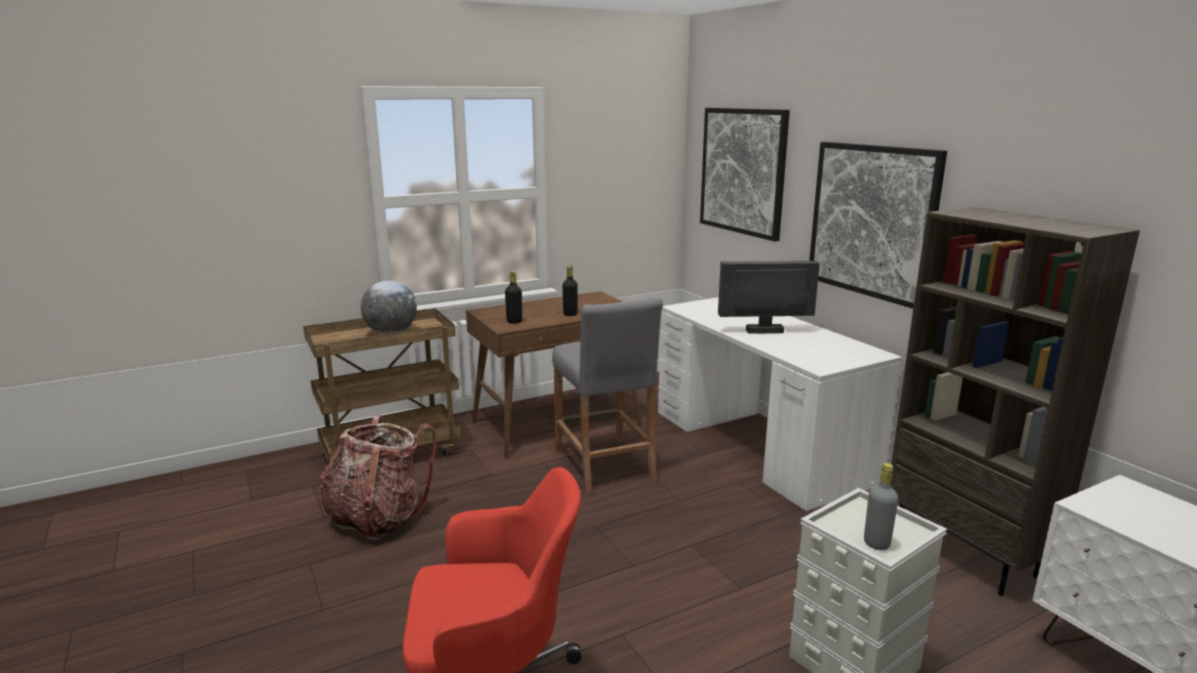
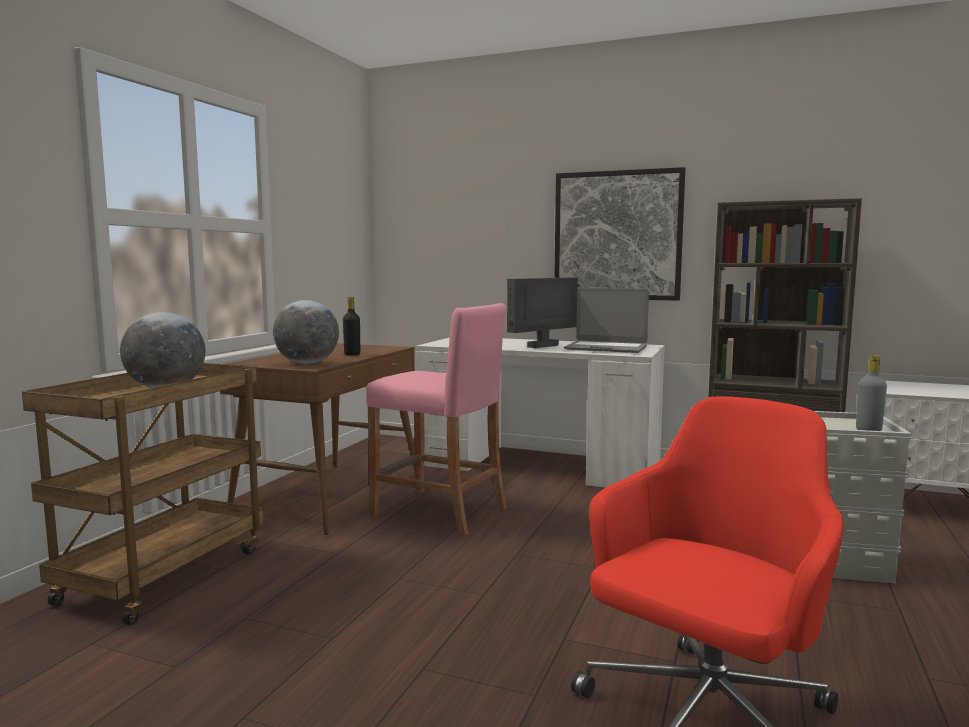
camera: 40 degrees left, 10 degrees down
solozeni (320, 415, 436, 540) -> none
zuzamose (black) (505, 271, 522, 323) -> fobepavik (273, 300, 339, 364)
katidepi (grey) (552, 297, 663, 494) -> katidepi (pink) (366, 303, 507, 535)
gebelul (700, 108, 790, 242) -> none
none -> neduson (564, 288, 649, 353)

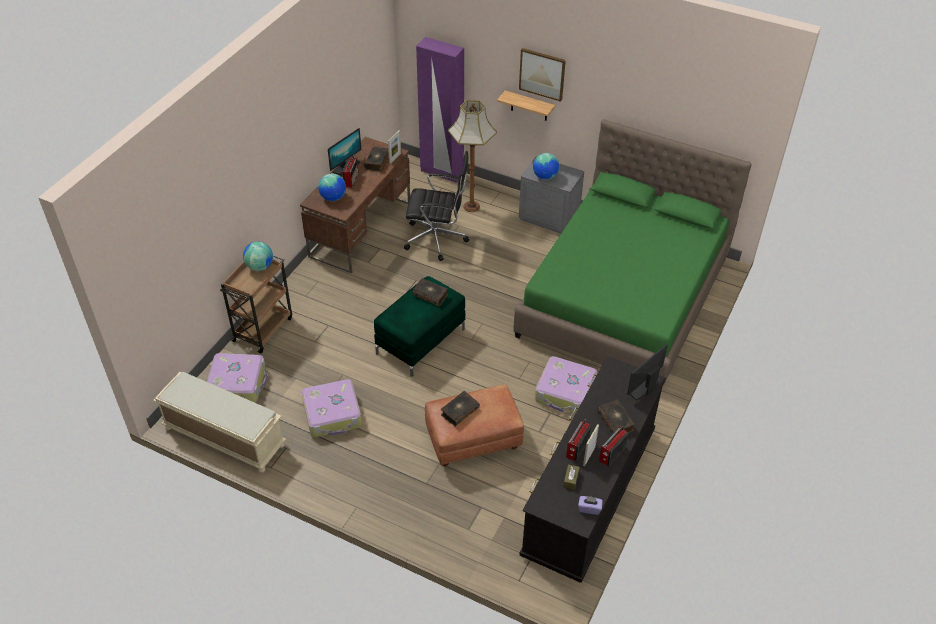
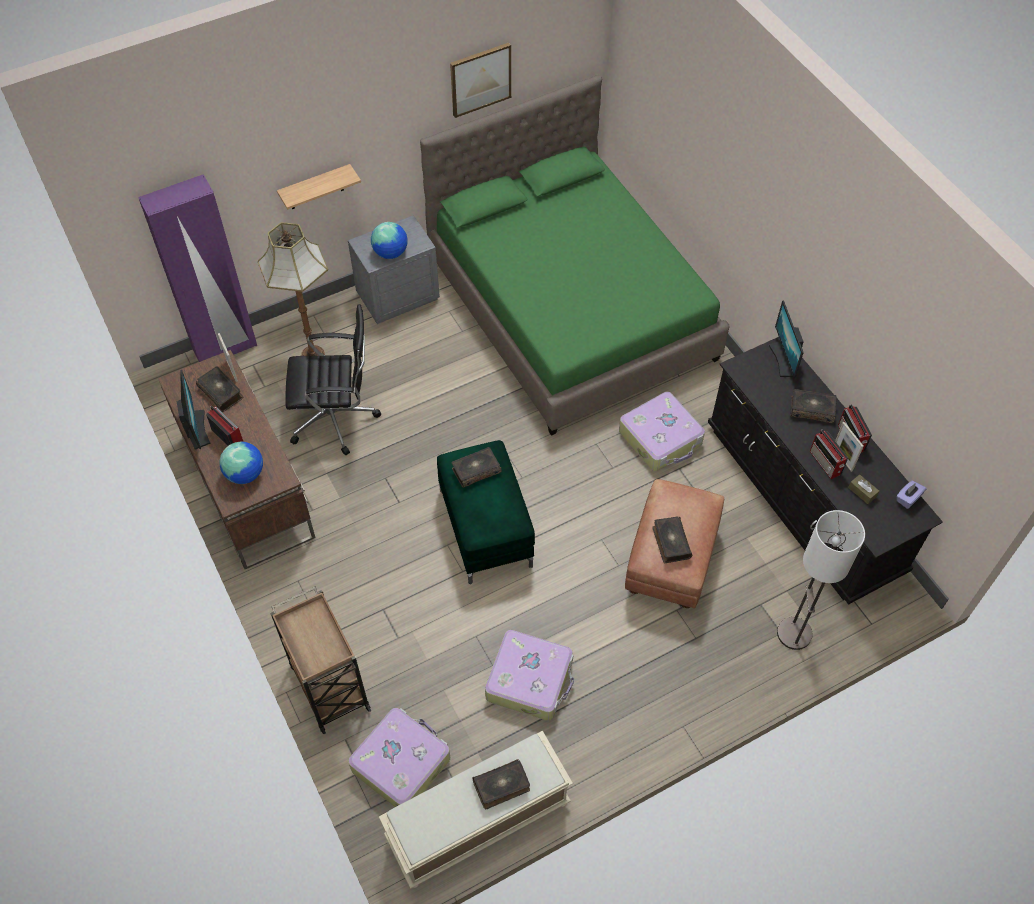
camera: 55 degrees left, 10 degrees up
fobepavik (243, 242, 273, 271) -> none
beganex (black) (404, 151, 469, 261) -> beganex (black) (286, 304, 381, 455), 45 degrees clockwise
gebelul (519, 48, 566, 102) -> gebelul (450, 43, 511, 118), shifted
none -> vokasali (472, 759, 530, 809)
none -> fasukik (777, 510, 865, 650)

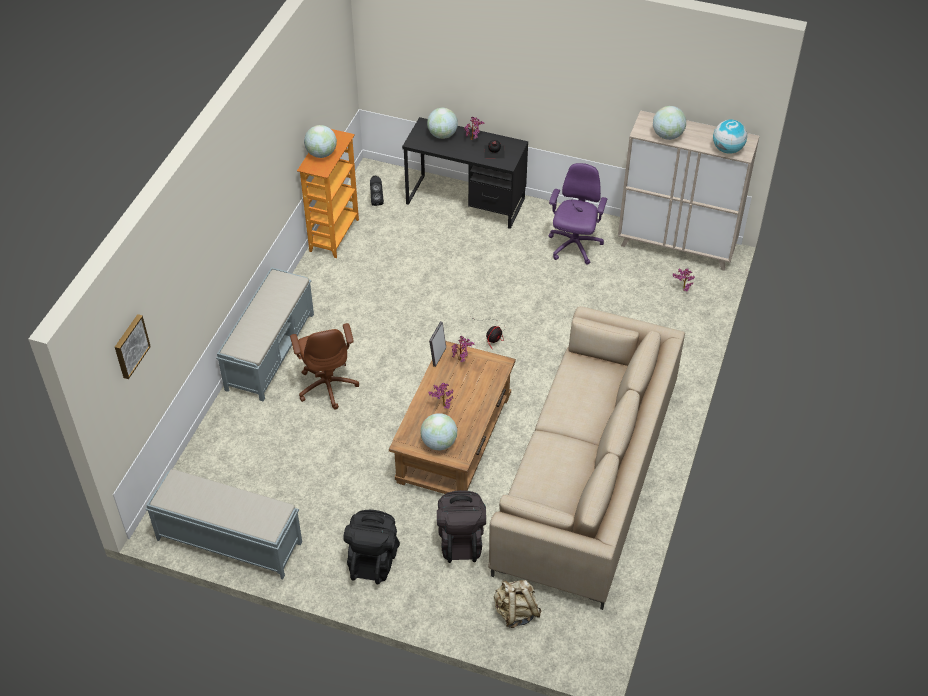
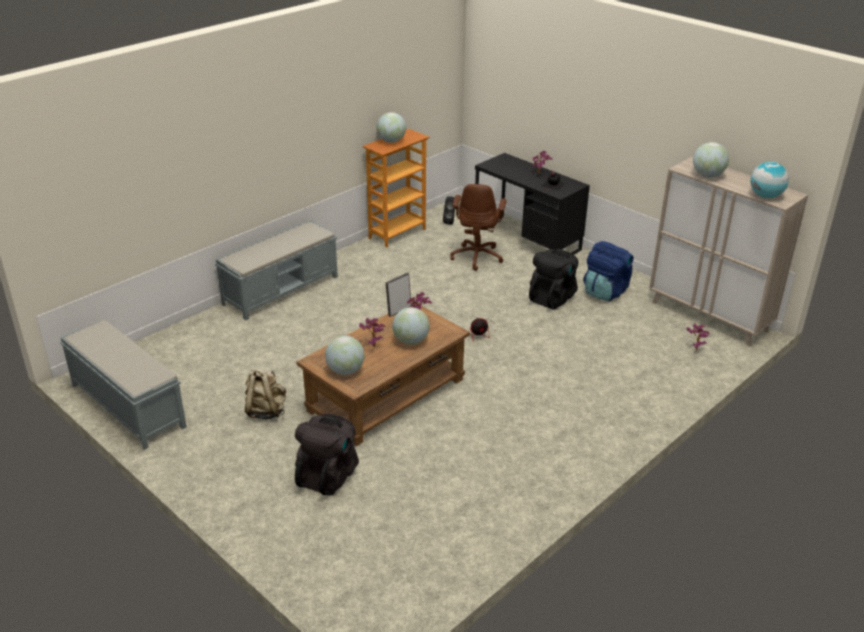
camera: 25 degrees right, 15 degrees down
gebelul (115, 314, 151, 379) -> none
beganex (brown) (290, 323, 359, 409) -> beganex (brown) (450, 184, 507, 271), shifted
solozeni (black) (343, 510, 400, 584) -> solozeni (black) (529, 249, 578, 310), shifted
fobepavik (427, 108, 458, 139) -> fobepavik (392, 307, 430, 345), shifted
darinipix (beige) (488, 306, 685, 610) -> none
solozeni (beige) (494, 579, 541, 628) -> solozeni (beige) (245, 369, 286, 419), shifted
beganex (purple) (549, 163, 607, 265) -> solozeni (blue) (583, 241, 634, 301)

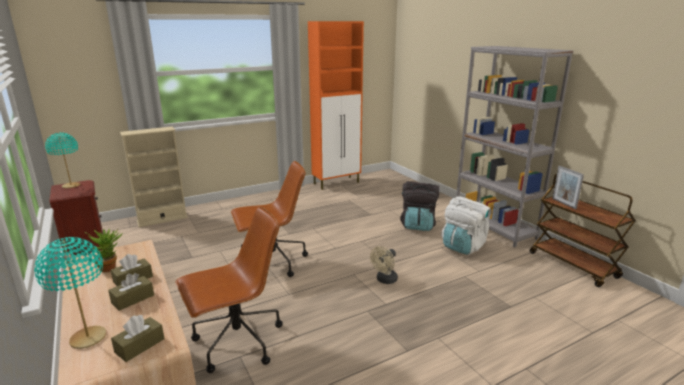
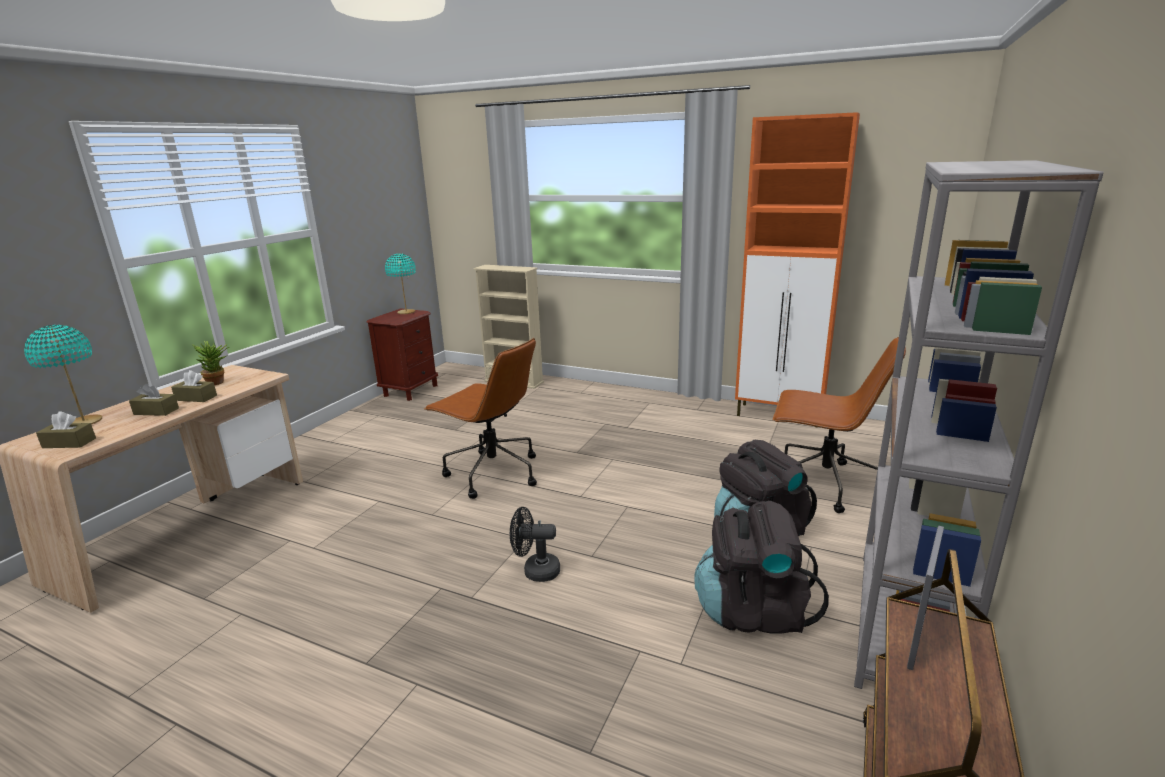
camera: 55 degrees right, 0 degrees up
beganex (brown) (175, 207, 282, 373) -> beganex (brown) (773, 337, 906, 513), shifted
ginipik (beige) (370, 246, 398, 284) -> ginipik (black) (510, 507, 560, 582)
solozeni (white) (441, 196, 492, 255) -> solozeni (black) (694, 501, 829, 633)

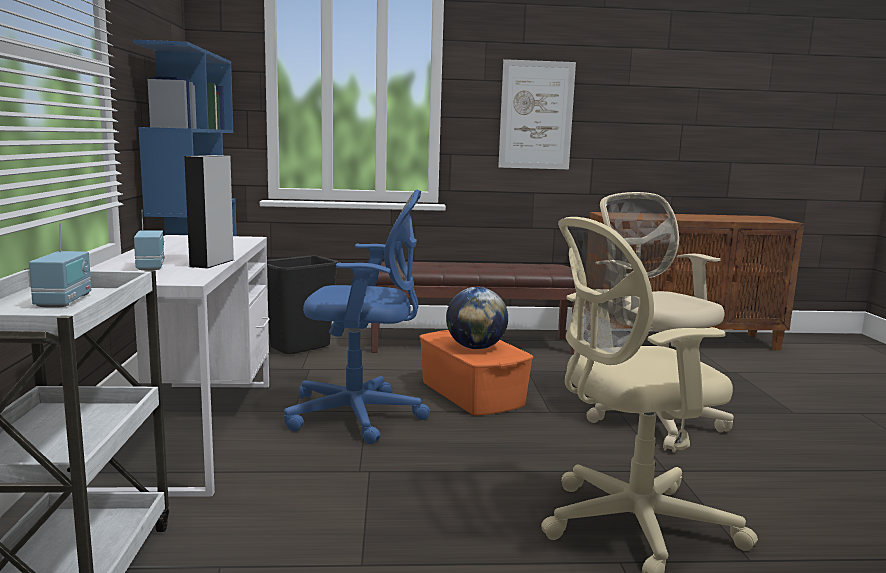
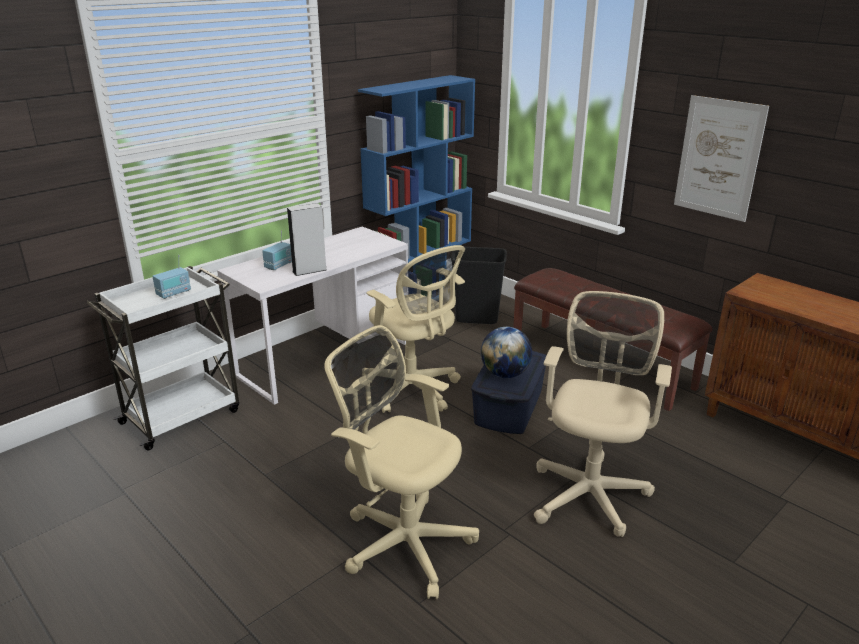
camera: 50 degrees right, 15 degrees up
beganex (blue) (284, 189, 430, 444) -> beganex (beige) (364, 245, 465, 413)
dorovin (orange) (419, 330, 534, 416) -> dorovin (blue) (471, 351, 547, 434)

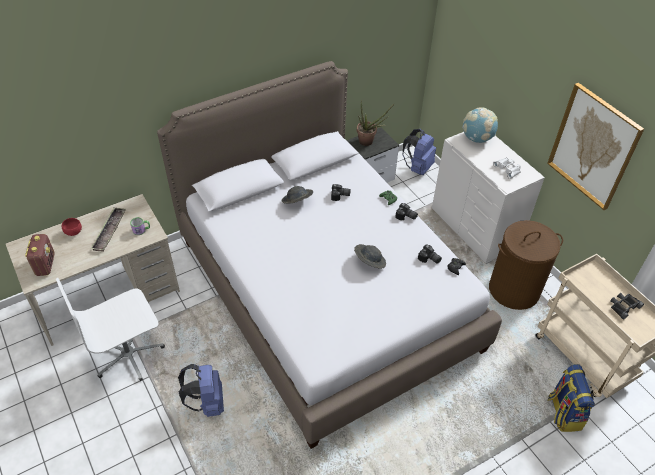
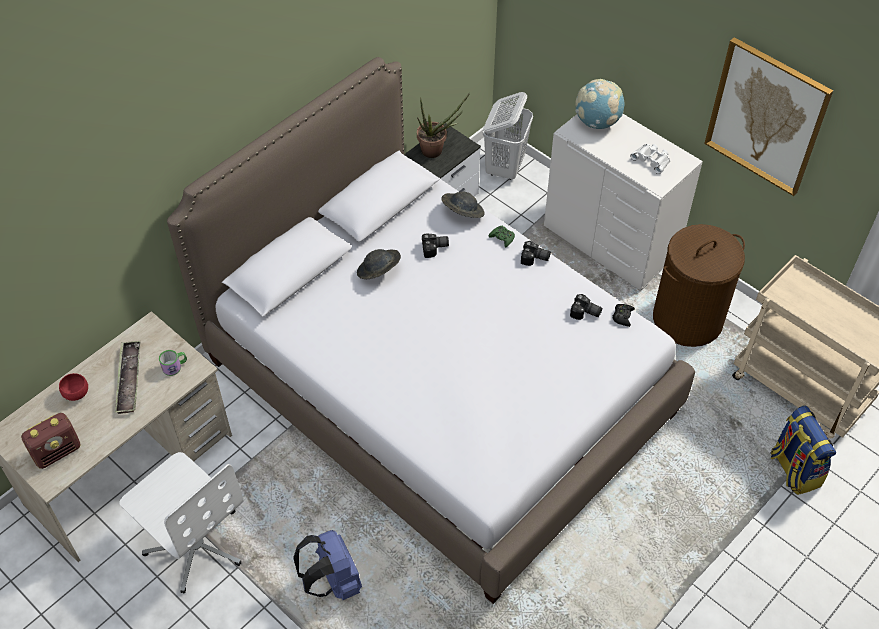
camera: 15 degrees left, 5 degrees up
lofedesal (25, 234, 55, 276) -> lofedesal (21, 413, 80, 469), 75 degrees clockwise
beganex (white) (56, 278, 165, 381) -> beganex (white) (120, 452, 244, 593), 90 degrees counterclockwise
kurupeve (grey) (354, 244, 386, 269) -> kurupeve (grey) (441, 191, 485, 218), shifted
solozeni (blue) (403, 129, 436, 175) -> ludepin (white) (483, 92, 533, 180)
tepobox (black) (610, 293, 644, 320) -> none

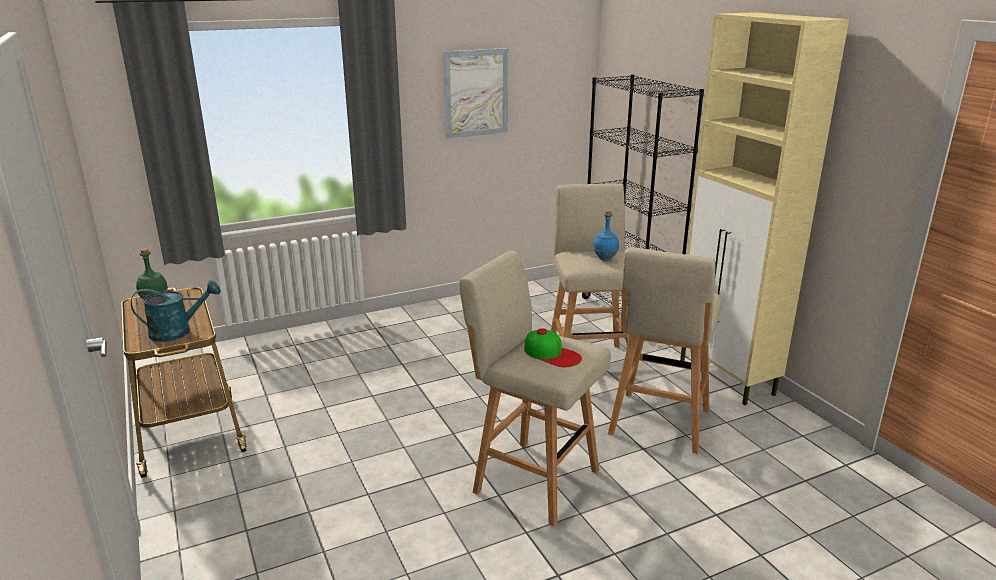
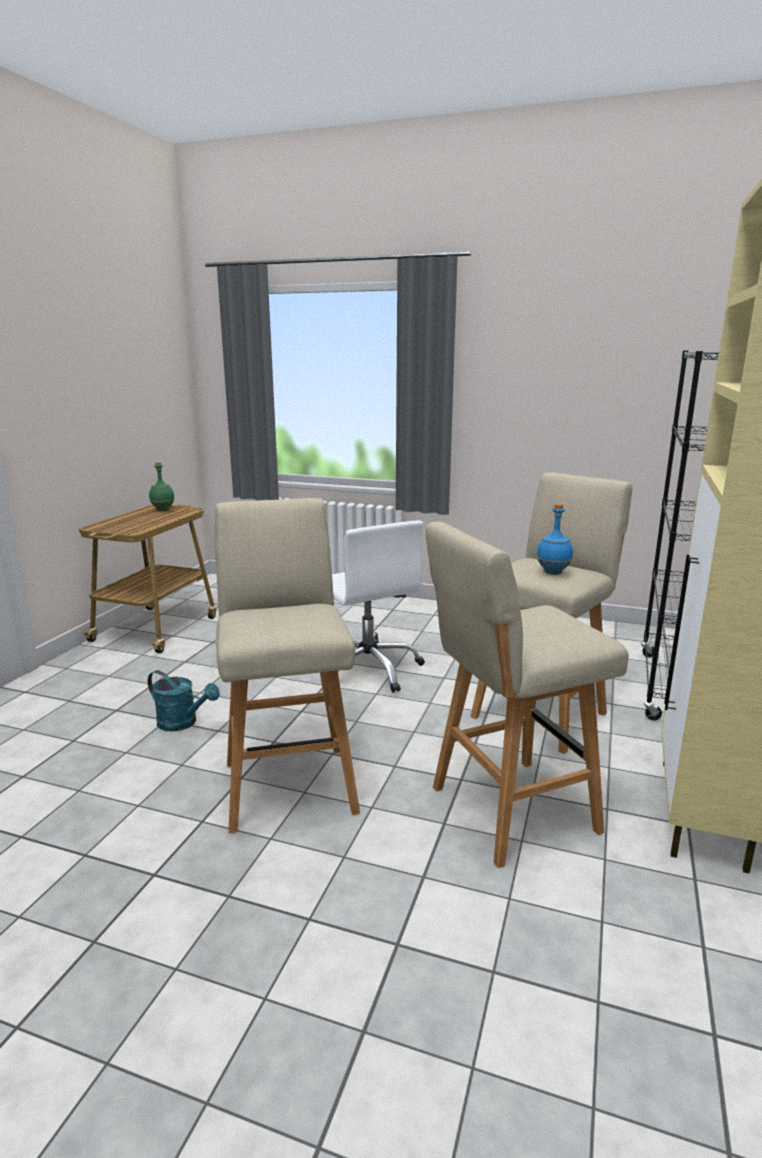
camera: 45 degrees right, 5 degrees down
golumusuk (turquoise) (131, 280, 221, 342) -> golumusuk (turquoise) (148, 670, 220, 732), shifted
gebelul (443, 48, 508, 138) -> none
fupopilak (524, 328, 582, 367) -> none
none -> beganex (white) (332, 521, 425, 693)

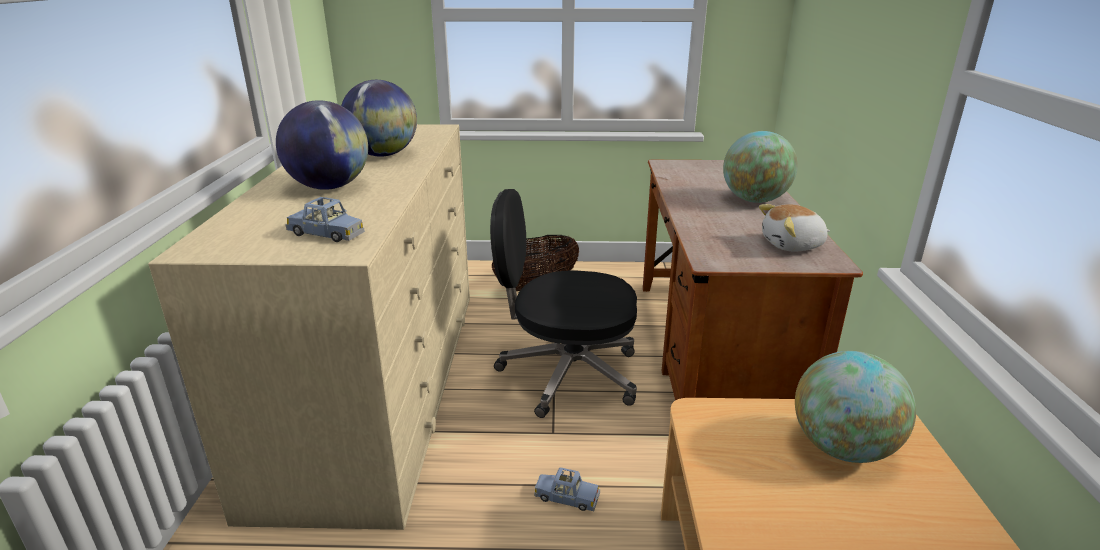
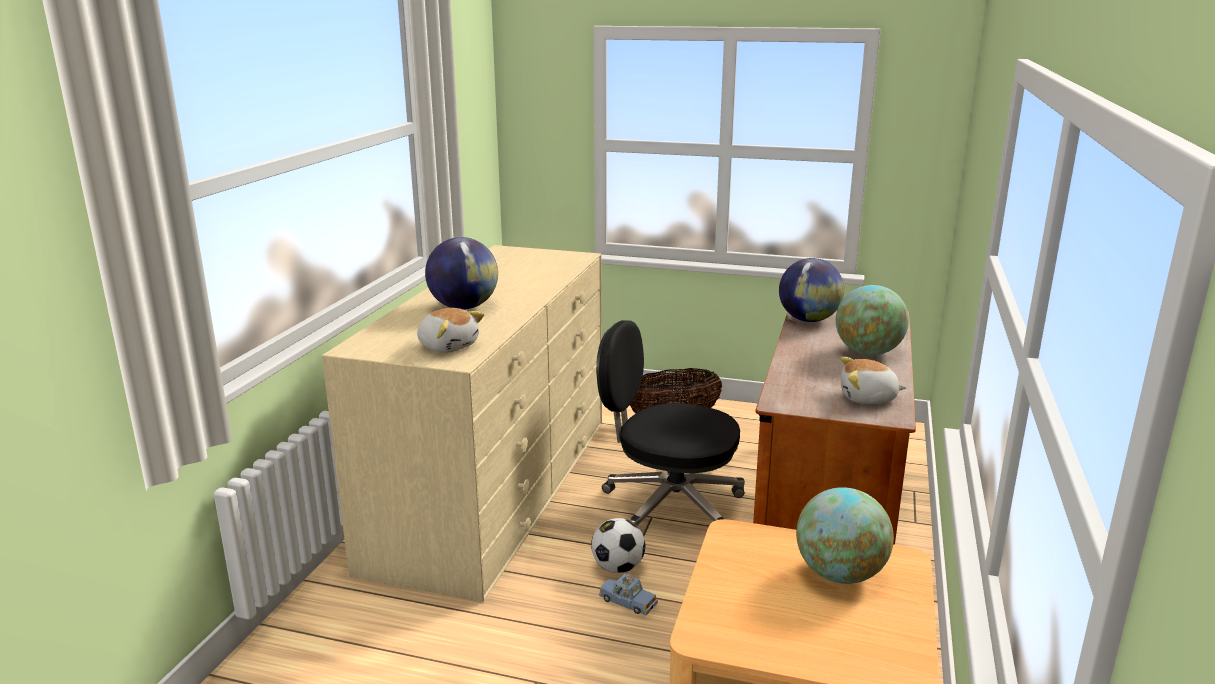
camera: 15 degrees right, 5 degrees down
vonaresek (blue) (285, 197, 365, 242) -> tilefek (417, 308, 485, 353)
fobepavik (341, 80, 417, 157) -> fobepavik (779, 258, 844, 322), shifted
none -> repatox (591, 518, 646, 573)

